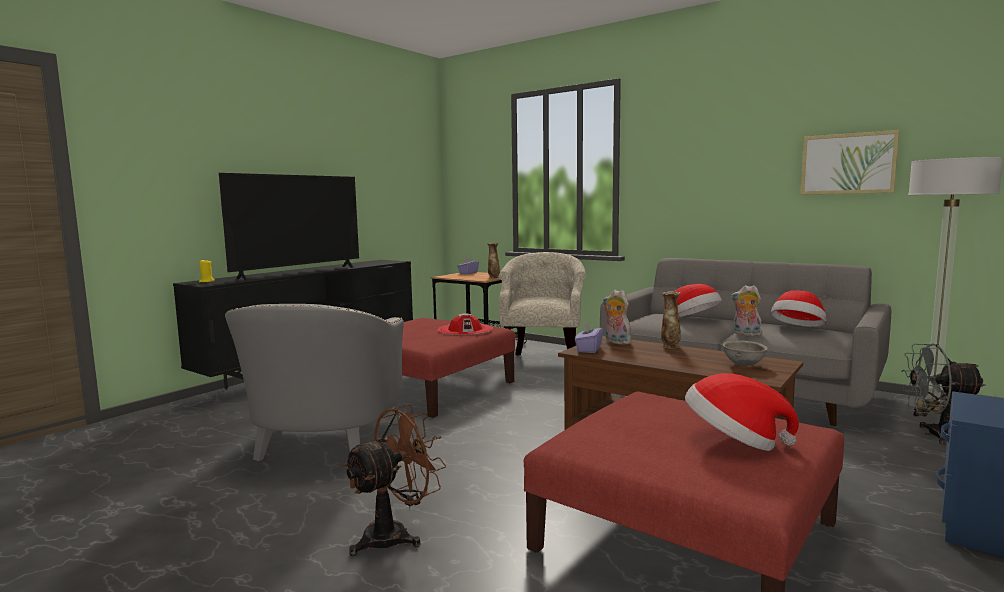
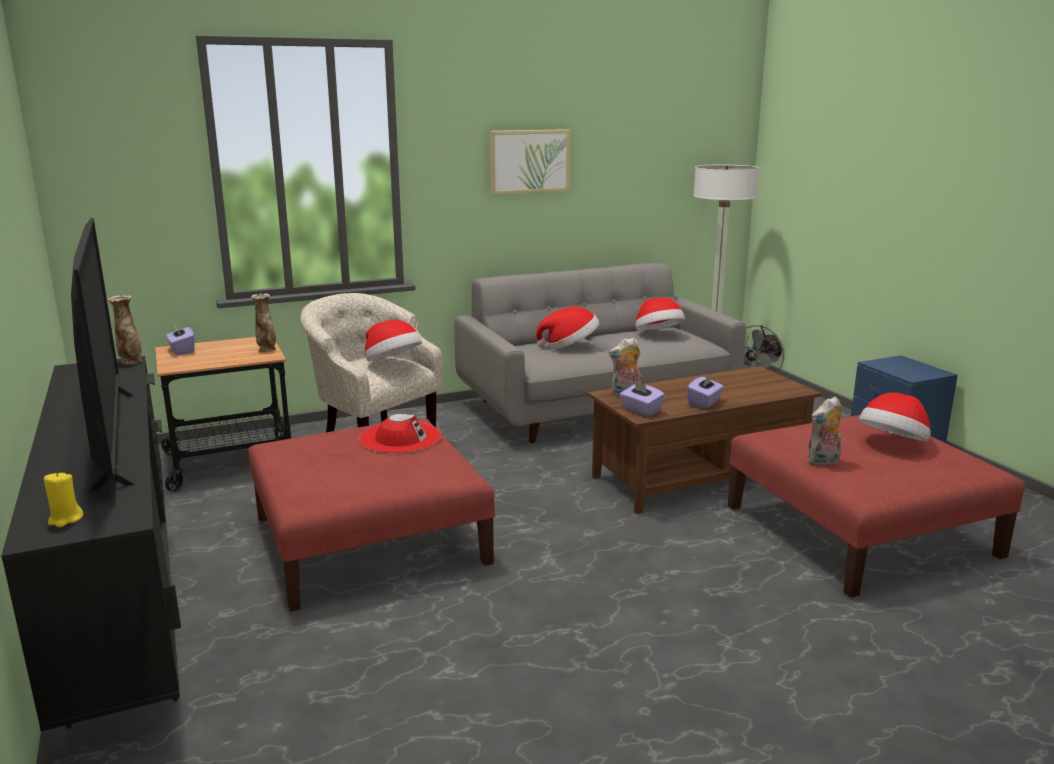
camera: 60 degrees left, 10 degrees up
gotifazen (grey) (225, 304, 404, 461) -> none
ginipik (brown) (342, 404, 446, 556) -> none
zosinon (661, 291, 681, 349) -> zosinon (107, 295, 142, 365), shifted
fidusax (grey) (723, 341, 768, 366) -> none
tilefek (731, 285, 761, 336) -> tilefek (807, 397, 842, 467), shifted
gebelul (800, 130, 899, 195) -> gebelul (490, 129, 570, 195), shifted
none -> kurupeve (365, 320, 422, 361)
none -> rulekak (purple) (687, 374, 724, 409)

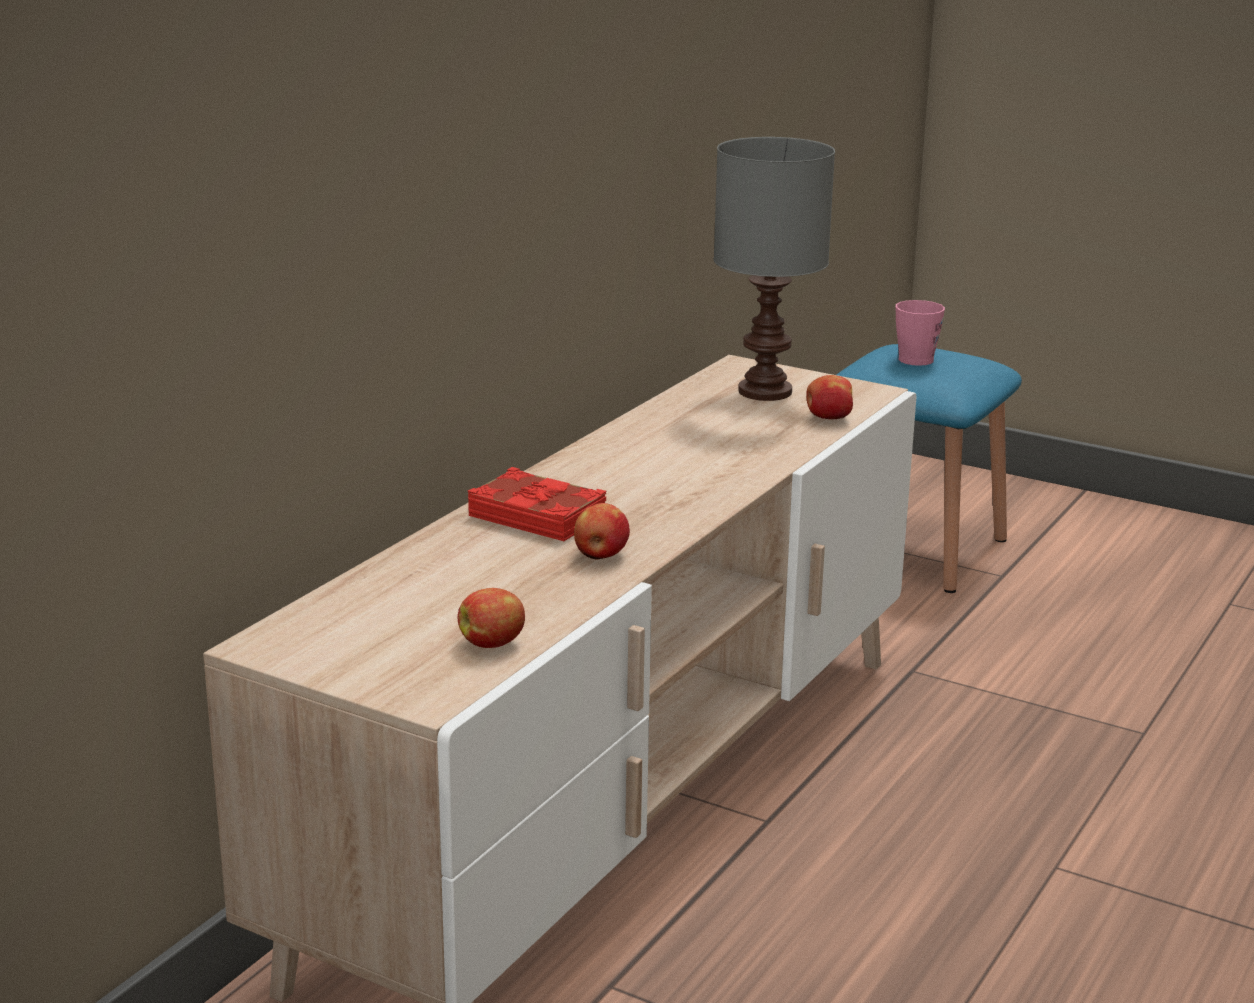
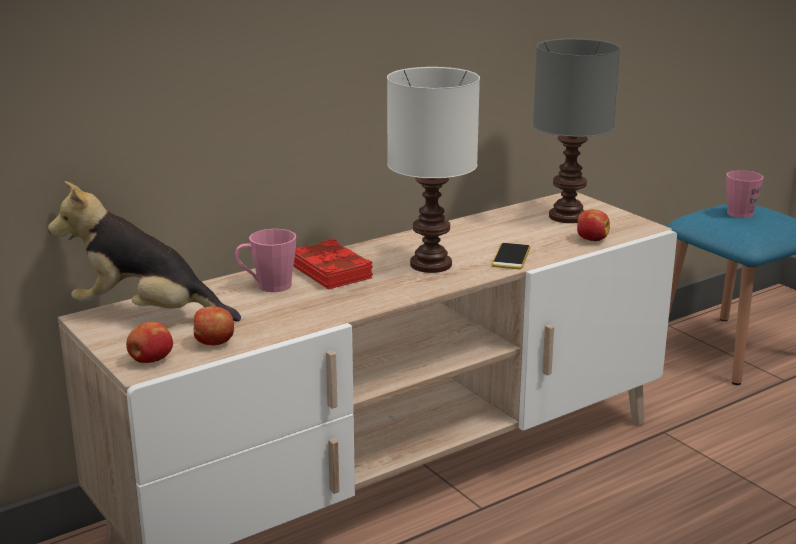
camera: 25 degrees right, 0 degrees up
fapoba (574, 503, 630, 560) -> fapoba (126, 321, 173, 363), shifted
none -> tilefek (48, 181, 241, 321)
none -> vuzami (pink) (235, 229, 296, 292)
none -> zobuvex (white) (387, 67, 480, 273)
none -> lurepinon (491, 243, 530, 269)

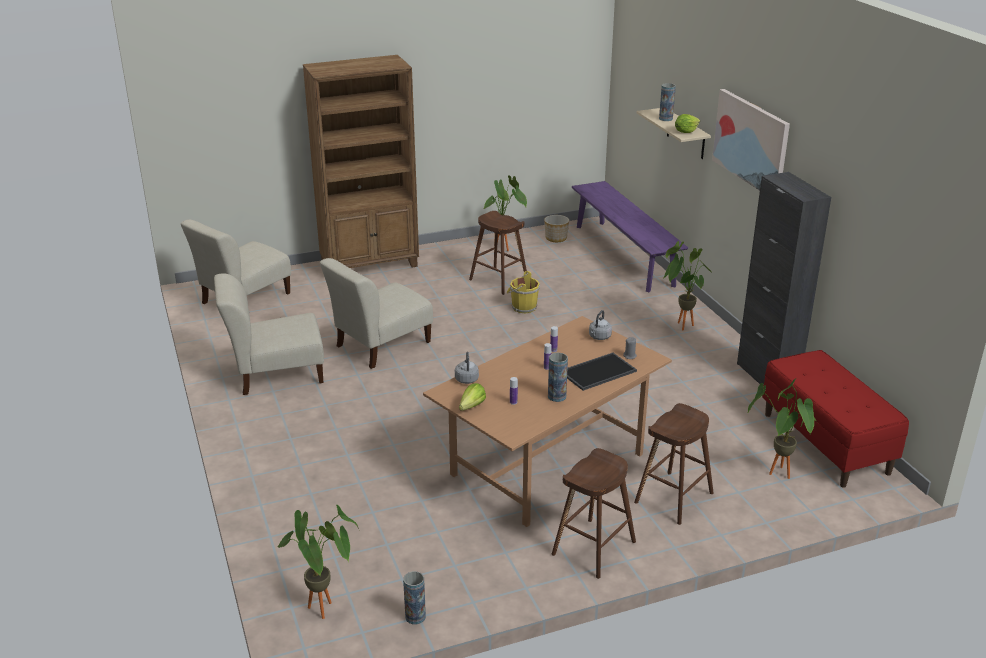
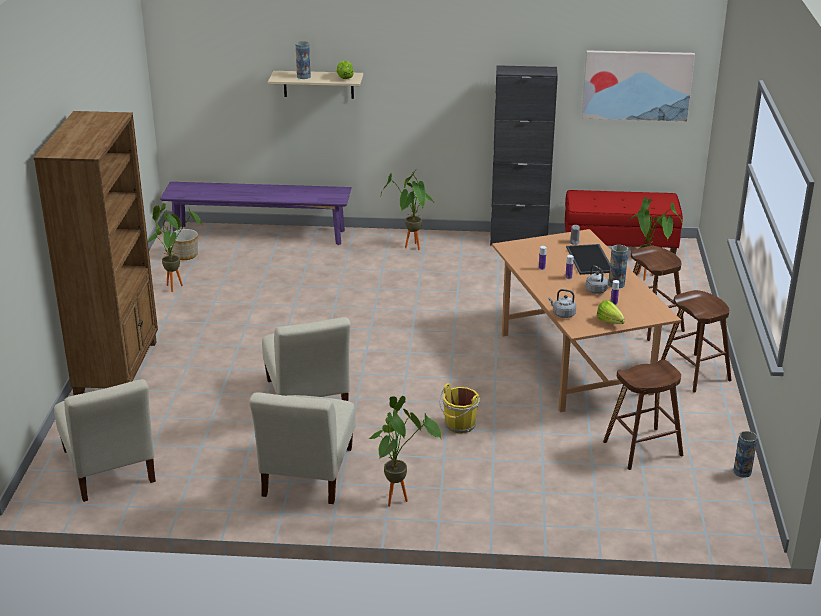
camera: 65 degrees left, 0 degrees up
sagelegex (278, 504, 359, 619) -> sagelegex (369, 396, 441, 507), shifted
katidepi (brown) (469, 211, 527, 295) -> katidepi (brown) (603, 360, 683, 470), shifted
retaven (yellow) (507, 271, 540, 314) -> retaven (yellow) (439, 383, 480, 434), shifted
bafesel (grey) (589, 310, 612, 340) -> bafesel (grey) (586, 266, 609, 294), shifted
gebelul (712, 89, 790, 191) -> gebelul (582, 50, 695, 121), shifted

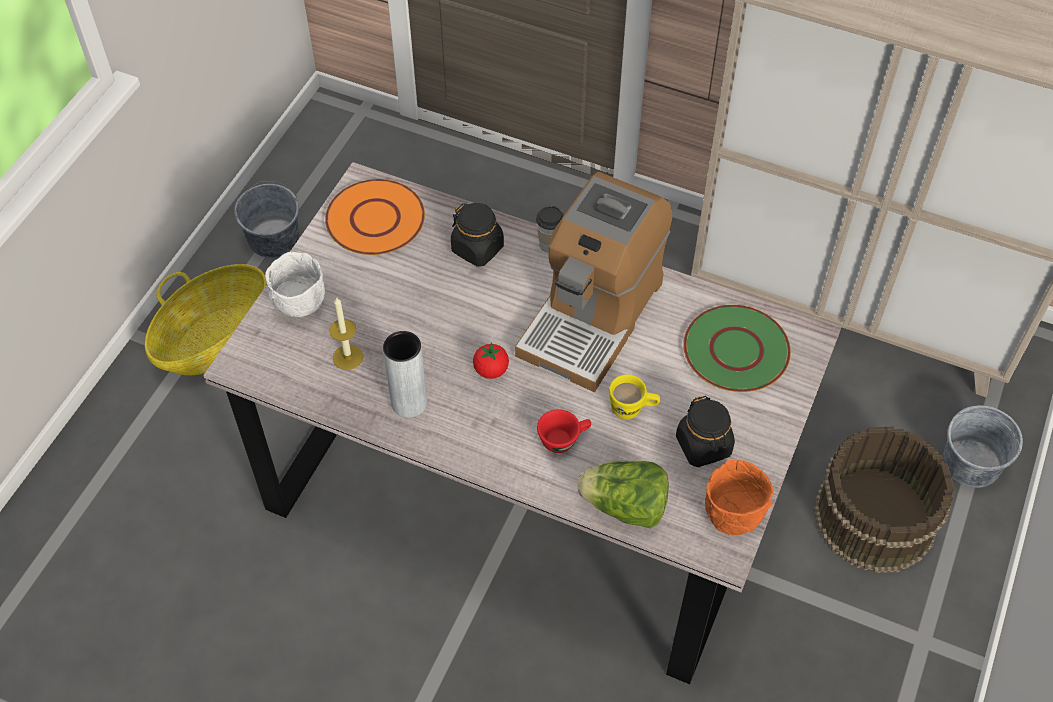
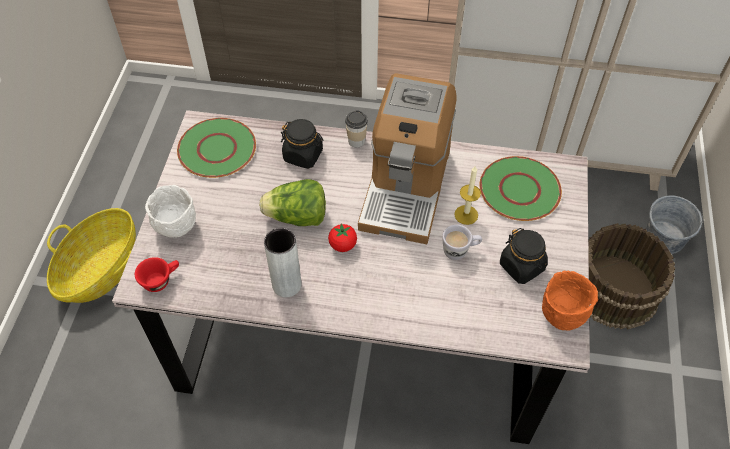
camera: 15 degrees left, 0 degrees up
retaven (grey) (234, 181, 299, 258) -> none
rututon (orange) (325, 179, 425, 255) -> rututon (green) (177, 118, 256, 178)
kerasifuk (329, 297, 363, 370) -> kerasifuk (454, 166, 481, 225), shifted
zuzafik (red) (537, 409, 591, 453) -> zuzafik (red) (135, 257, 179, 292), shifted
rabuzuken (578, 461, 669, 528) -> rabuzuken (259, 179, 326, 226), shifted
vuzami (yellow) (609, 374, 660, 419) -> vuzami (white) (442, 225, 482, 260)

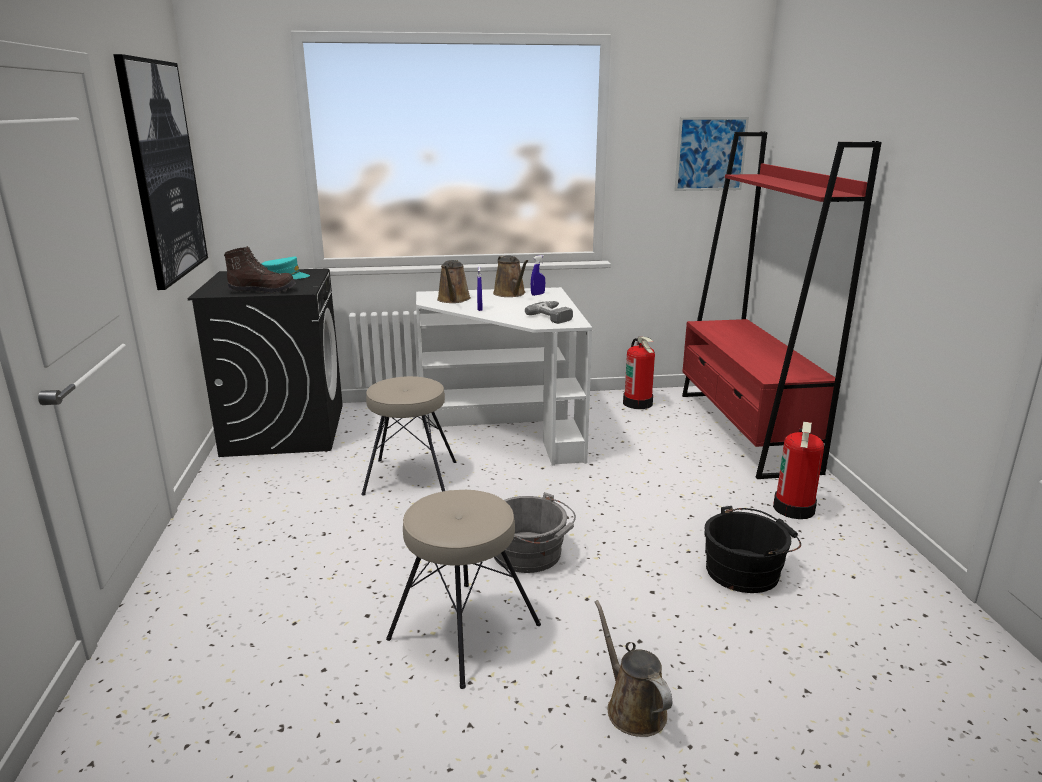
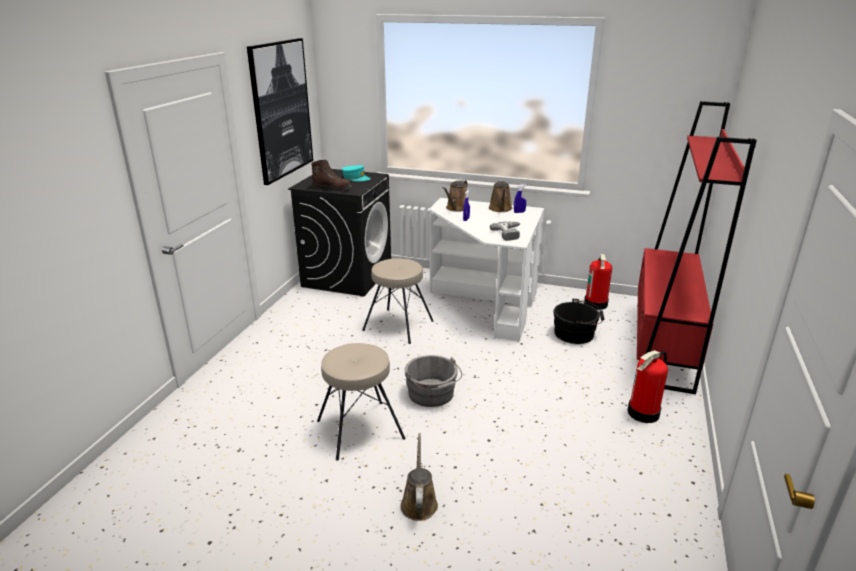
camera: 25 degrees right, 5 degrees up
gebelul (674, 117, 749, 191) -> none
retaven (black) (704, 506, 801, 593) -> retaven (black) (553, 299, 604, 344), shifted

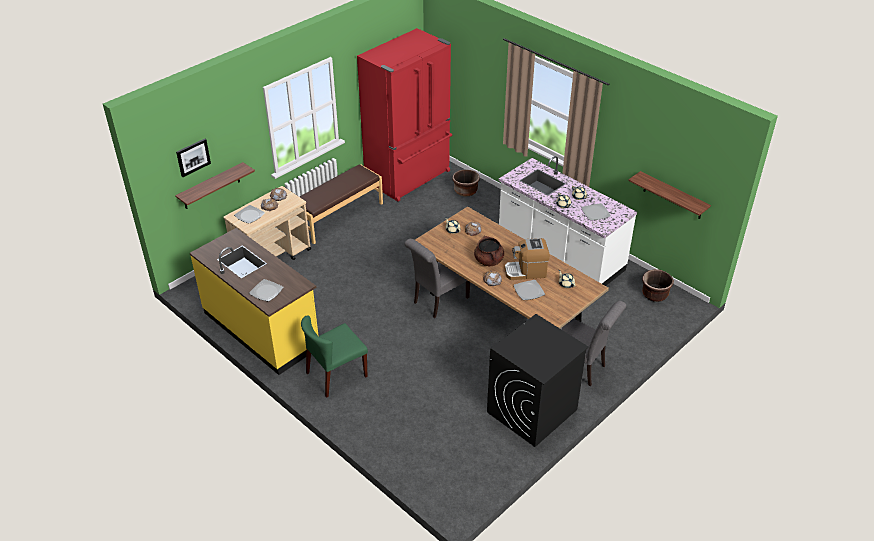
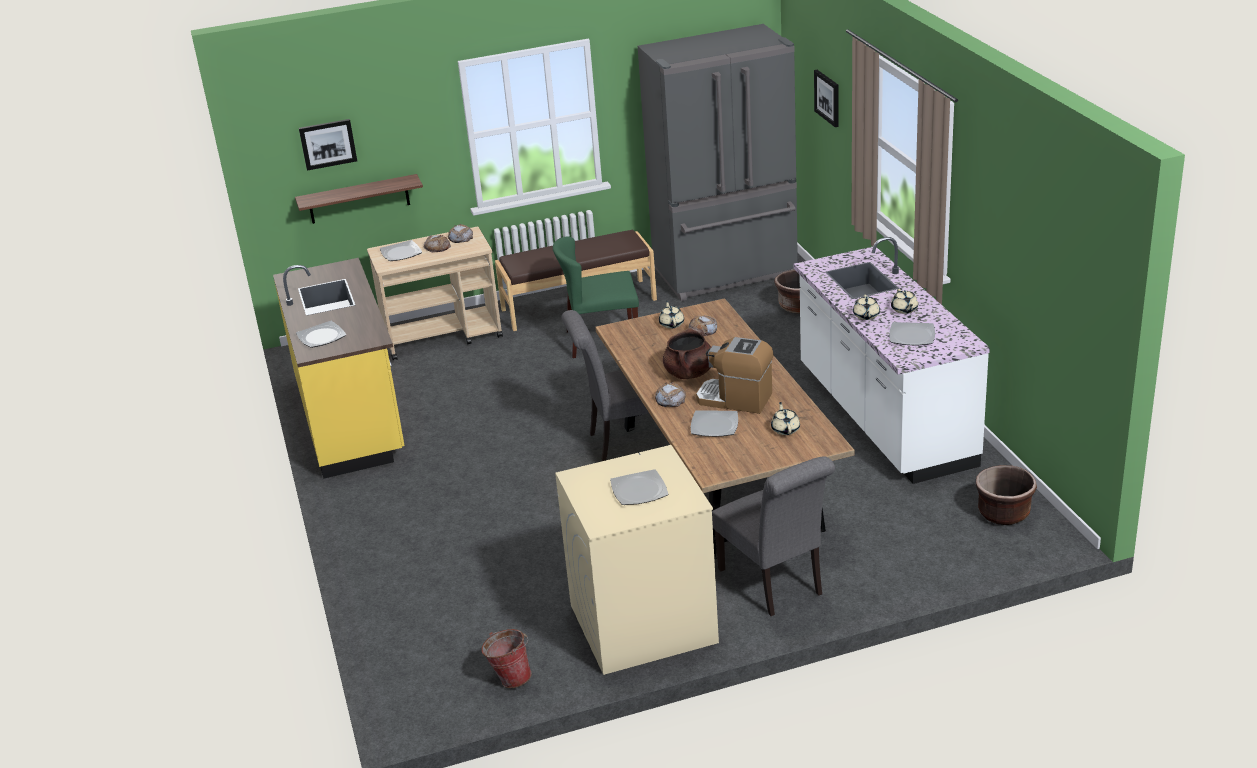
camera: 30 degrees right, 10 degrees down
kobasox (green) (301, 315, 368, 398) -> kobasox (green) (553, 236, 639, 358), shifted
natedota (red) (357, 28, 452, 201) -> natedota (grey) (638, 24, 798, 301)
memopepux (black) (487, 314, 589, 447) -> memopepux (beige) (555, 445, 719, 675)
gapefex (628, 171, 711, 219) -> none
none -> retaven (481, 629, 532, 688)
none -> rututon (610, 469, 668, 505)
none -> gebelul (814, 70, 839, 127)

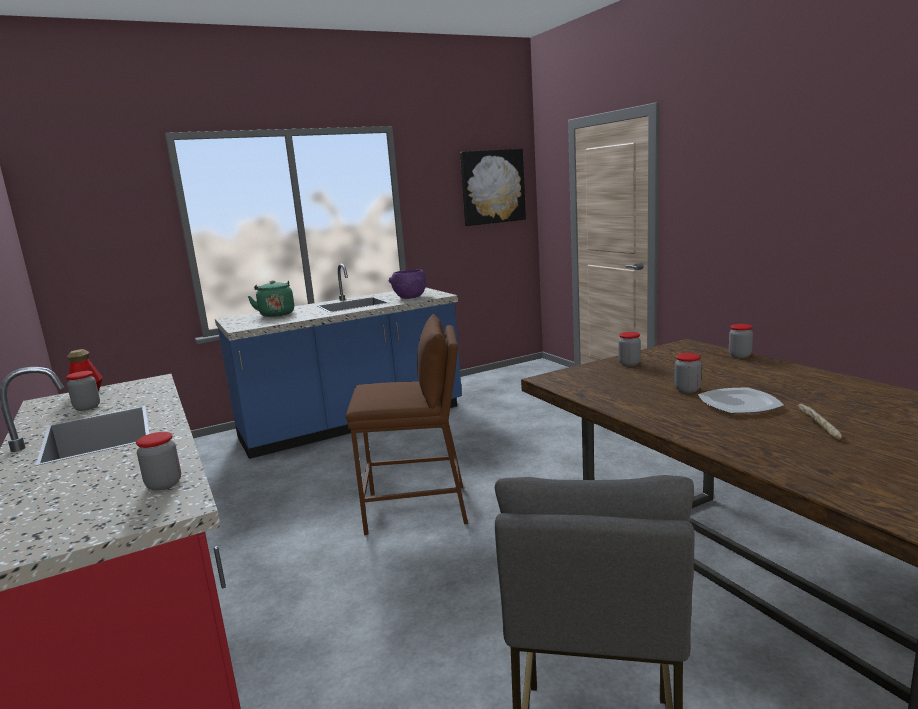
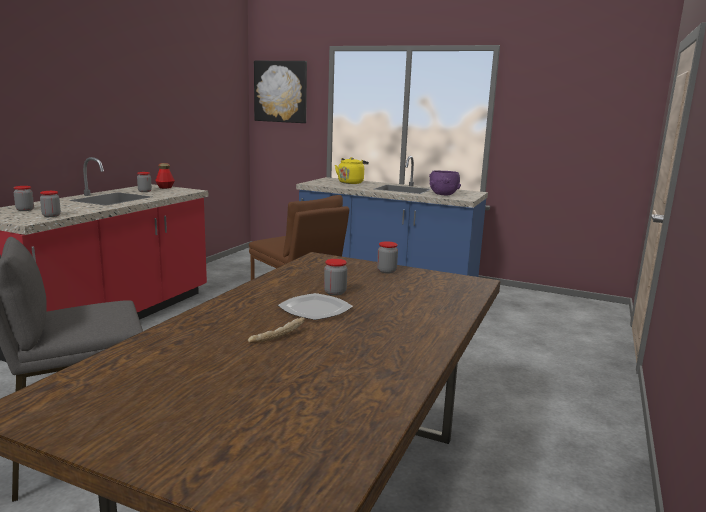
camera: 50 degrees right, 0 degrees up
bafesel (green) (248, 280, 294, 317) -> bafesel (yellow) (335, 157, 369, 184)
gebelul (460, 149, 526, 226) -> gebelul (254, 61, 307, 123), shifted
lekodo (729, 324, 753, 358) -> lekodo (14, 186, 34, 211), shifted

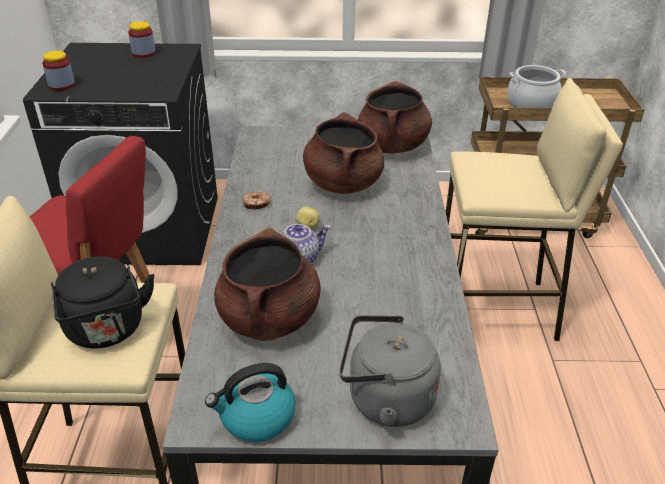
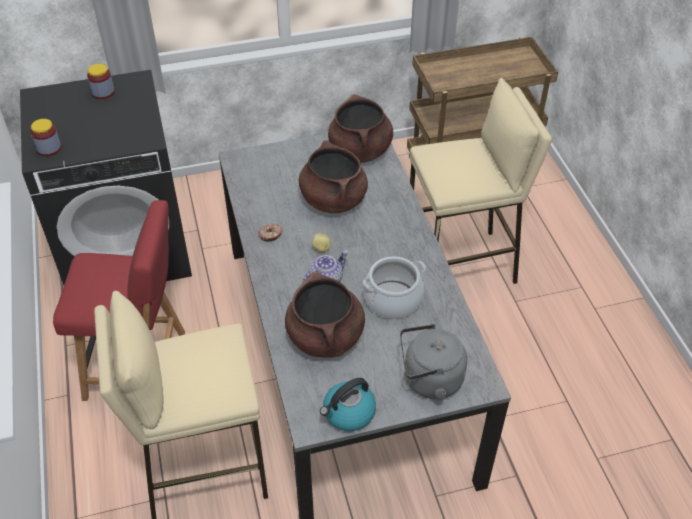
camera: 15 degrees left, 10 degrees up
bafesel (black) (51, 256, 155, 349) -> none
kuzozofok (507, 65, 566, 108) -> kuzozofok (363, 257, 426, 319), shifted

